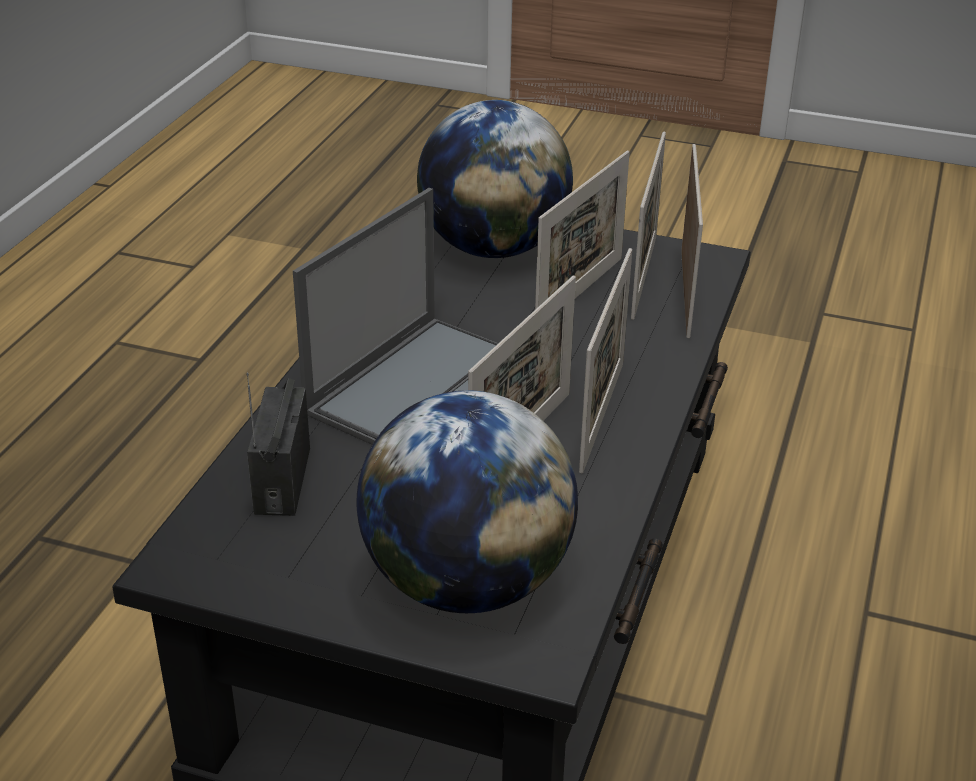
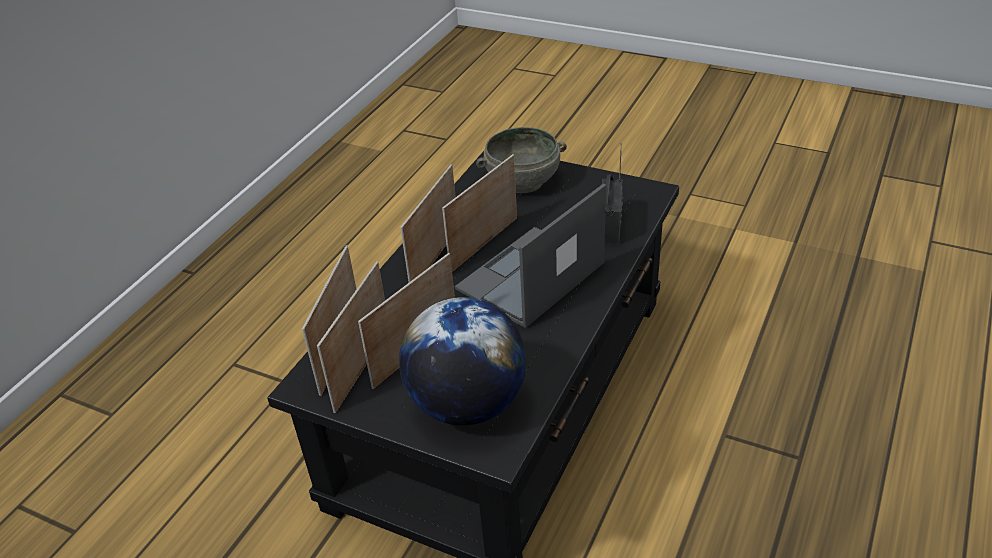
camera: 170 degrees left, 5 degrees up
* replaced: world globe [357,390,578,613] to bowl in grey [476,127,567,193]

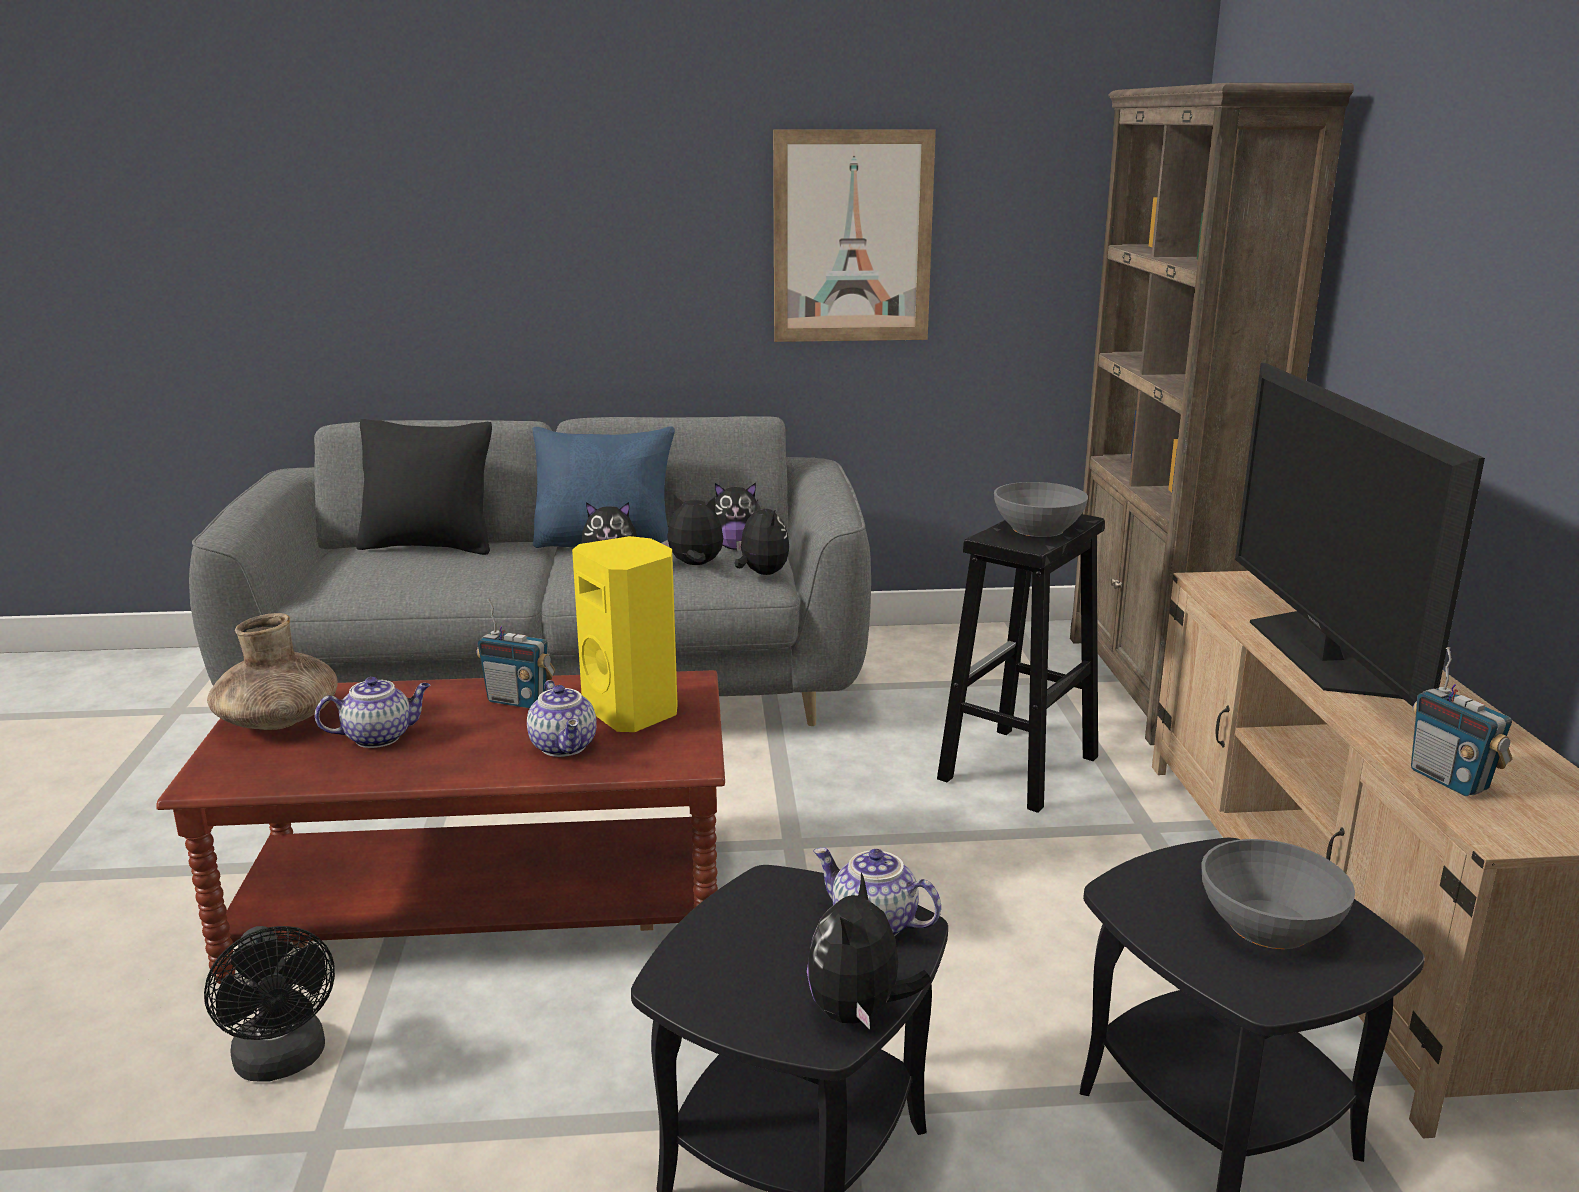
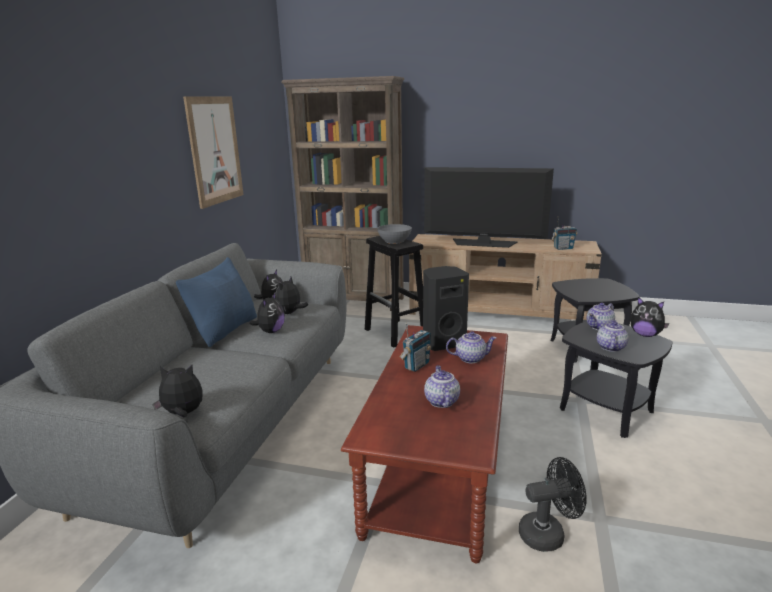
camera: 70 degrees left, 0 degrees up
* removed: vase in brownish [207,613,338,730]
* removed: pillow in blackish [356,419,492,555]
* removed: bowl in grey [1201,839,1355,949]
* added: teapot [597,320,629,352]
* moved: plush toy [735,499,790,575] to [152,365,203,417]
* recoloured: speaker in yellow-coloured [572,536,678,732] to speaker in blackish [423,266,469,351]

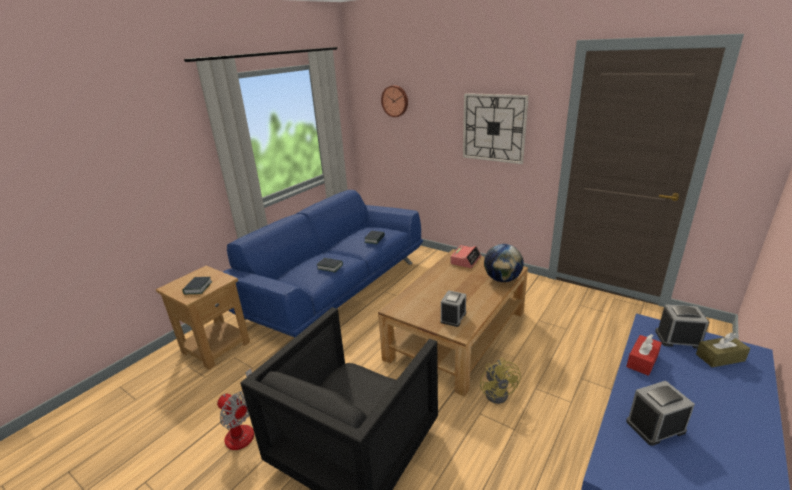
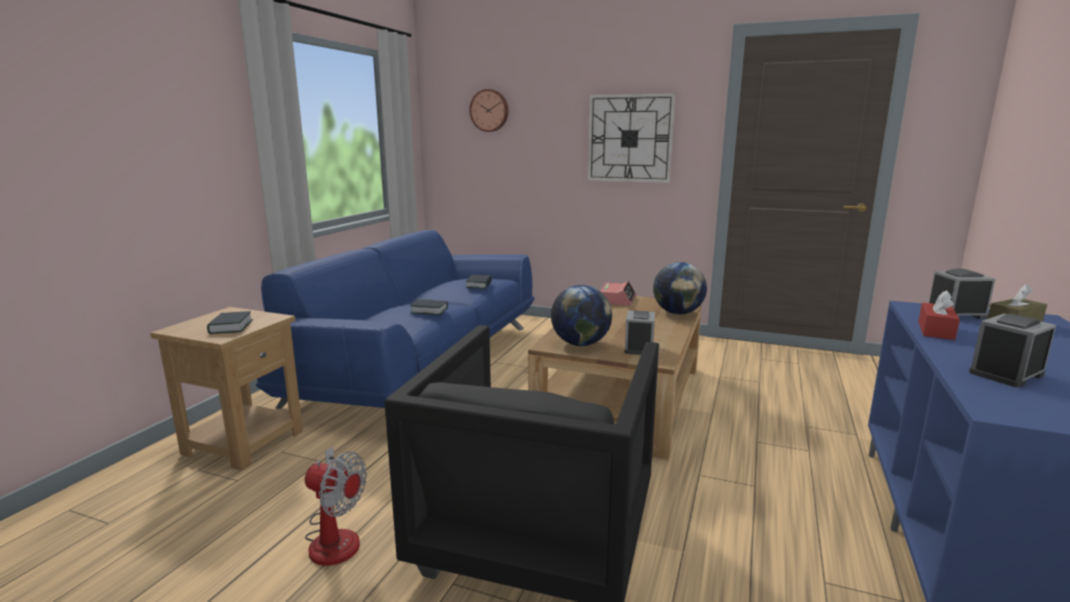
camera: 15 degrees left, 10 degrees down
* removed: electric fan in yellow-coloured [480,358,521,404]
* added: world globe [551,285,612,346]

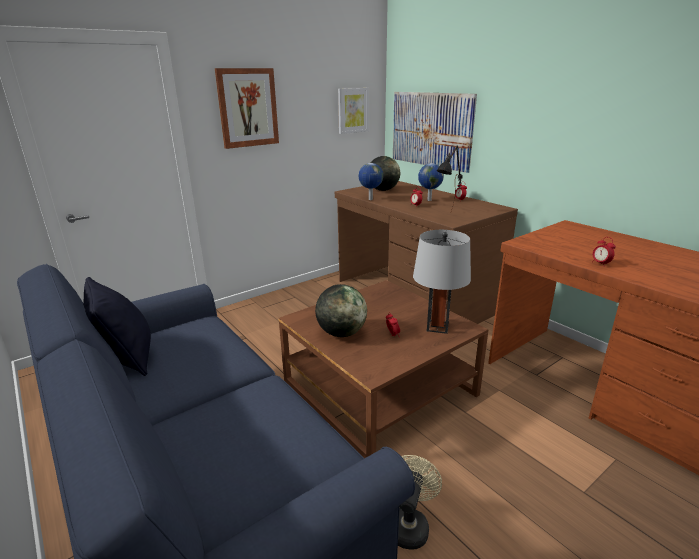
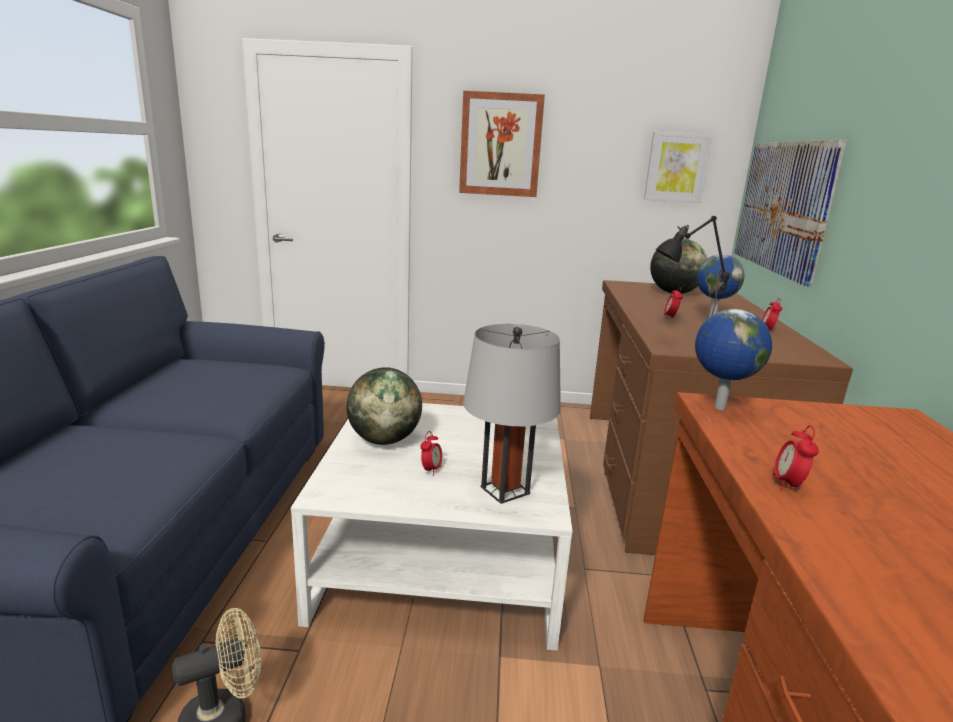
camera: 40 degrees right, 5 degrees down
* removed: pillow in blackish [83,277,151,376]
* moved: world globe [358,163,383,200] to [695,309,772,410]
* recoloured: lounge table in brownish [278,280,488,458] to lounge table in whitish [291,403,573,651]

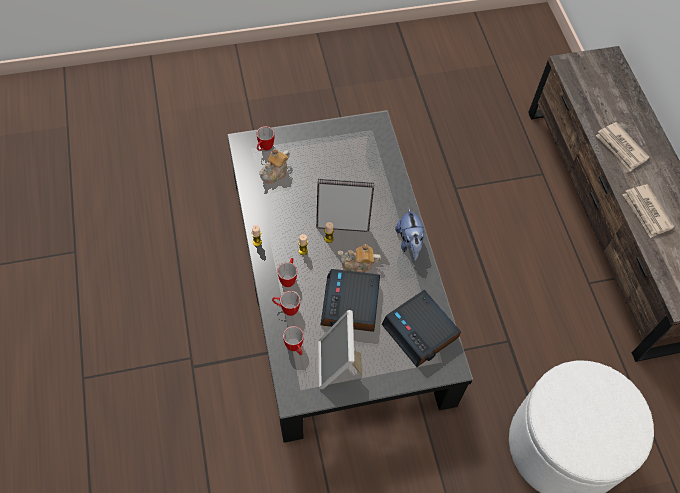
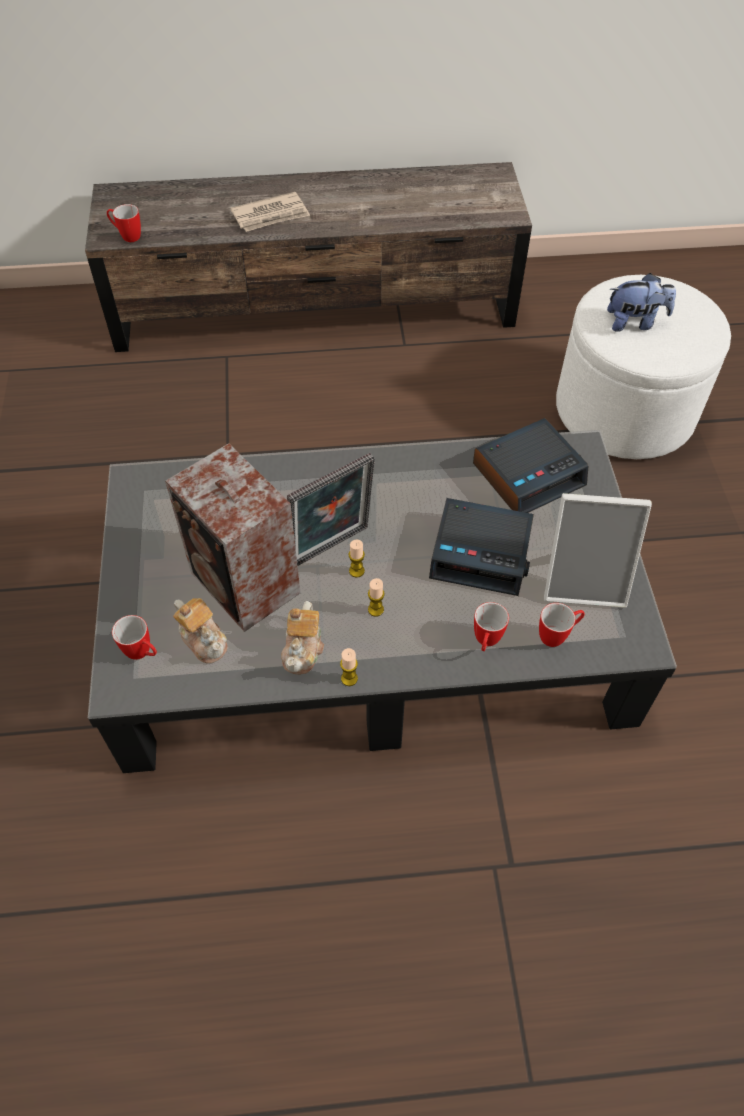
camera: 80 degrees left, 5 degrees down
* removed: newspaper [622,184,674,238]
* added: speaker [165,443,300,632]
* moved: tea mug [277,258,297,287] to [107,204,141,242]
* moved: teapot [338,244,381,273] to [281,601,324,675]
* moved: plush toy [395,207,424,261] to [607,273,676,332]
* turned: standing frame [316,179,374,232] = [287,453,375,566] 135 degrees counterclockwise

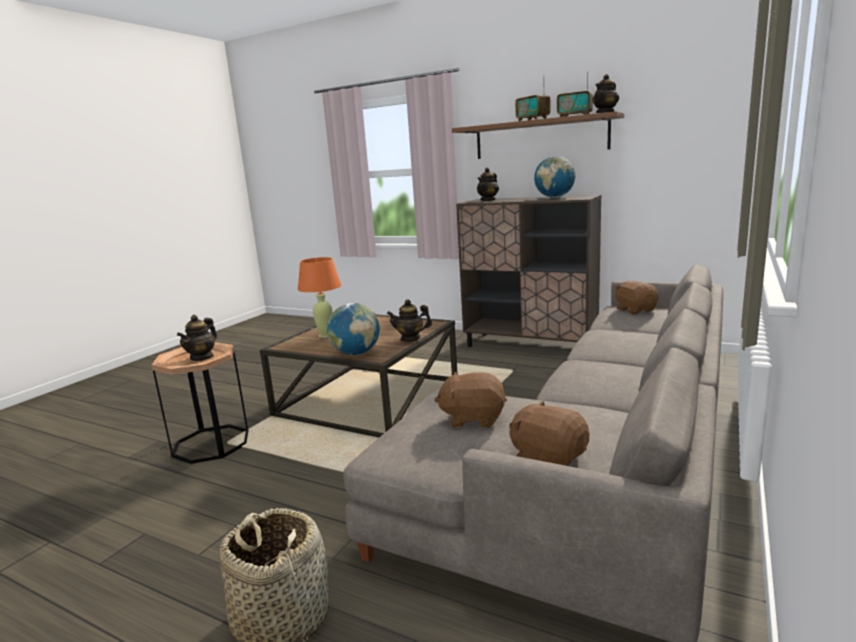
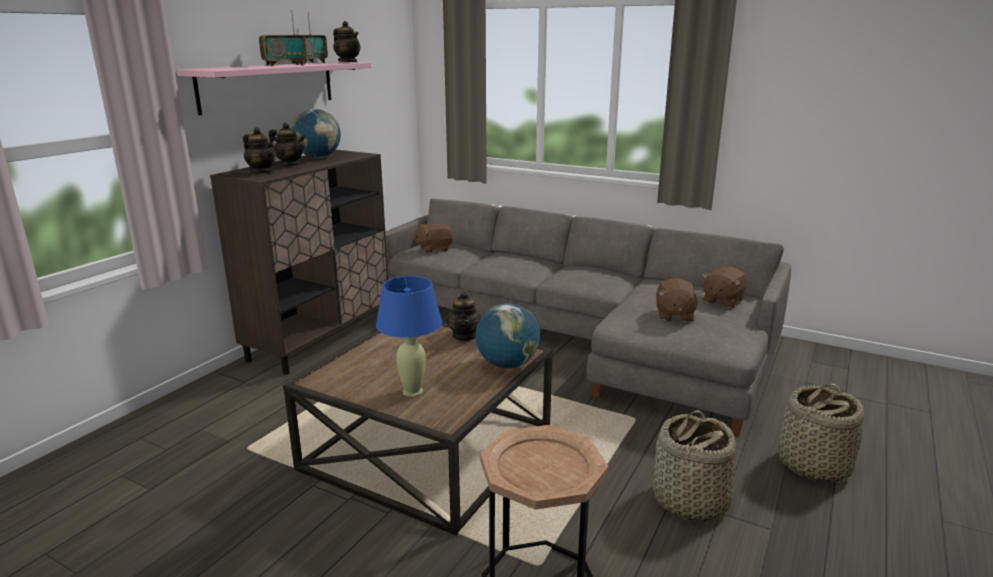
camera: 90 degrees left, 5 degrees up
* added: storage basket [653,410,736,521]
* moved: teapot [177,315,217,361] to [269,123,306,166]
* recoloured: tabletop lamp in orange [298,257,341,338] to tabletop lamp in blue-coloured [376,276,442,397]
* recoloured: shelf in brownish [452,111,624,159] to shelf in pinkish [176,62,371,115]

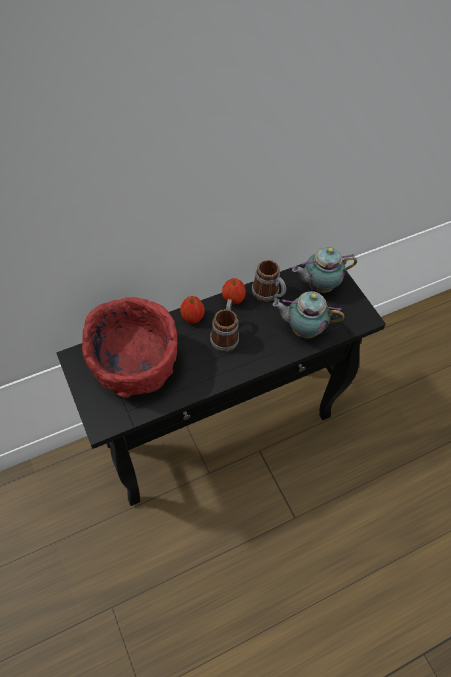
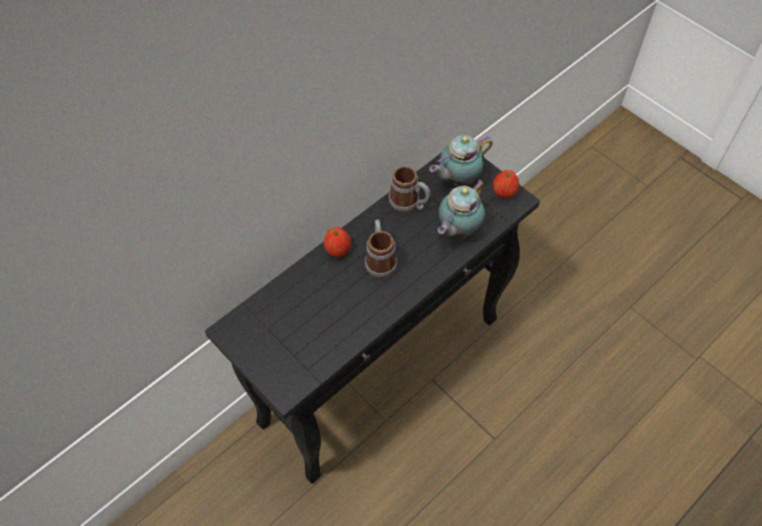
camera: 15 degrees left, 0 degrees up
* removed: bowl in reddish [82,297,177,398]
* moved: apple fruit [222,278,246,304] to [493,170,519,198]
* turned: teapot [273,291,344,339] = [438,179,485,238] 45 degrees counterclockwise

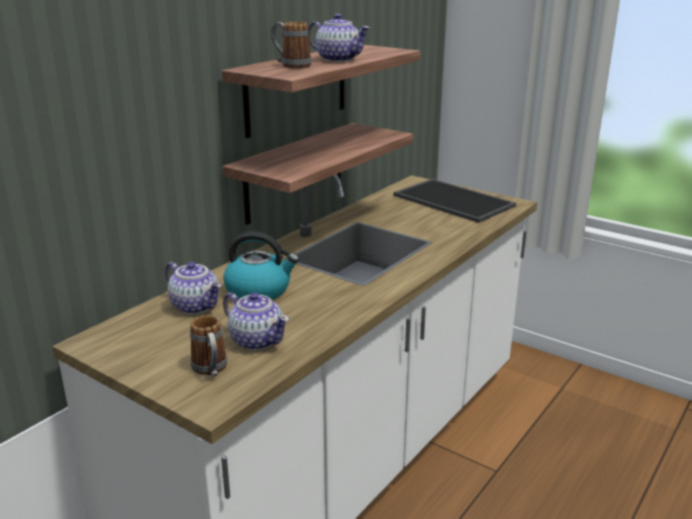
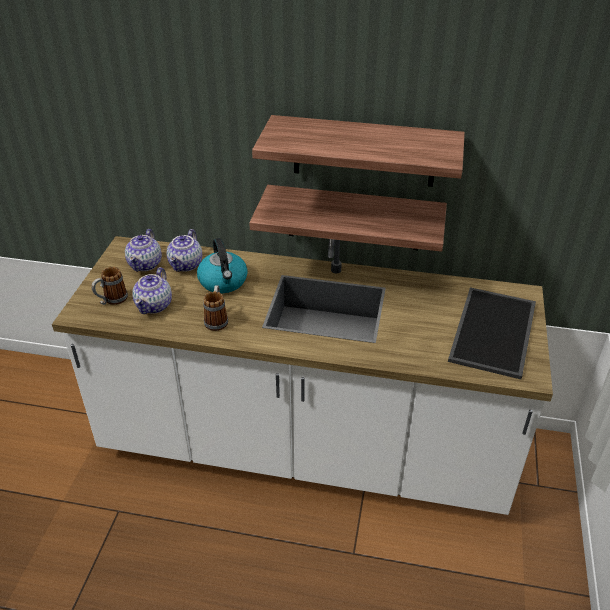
camera: 65 degrees right, 15 degrees up
* moved: tea mug [271,22,311,68] to [203,285,228,331]
* moved: teapot [308,14,370,62] to [125,229,162,272]

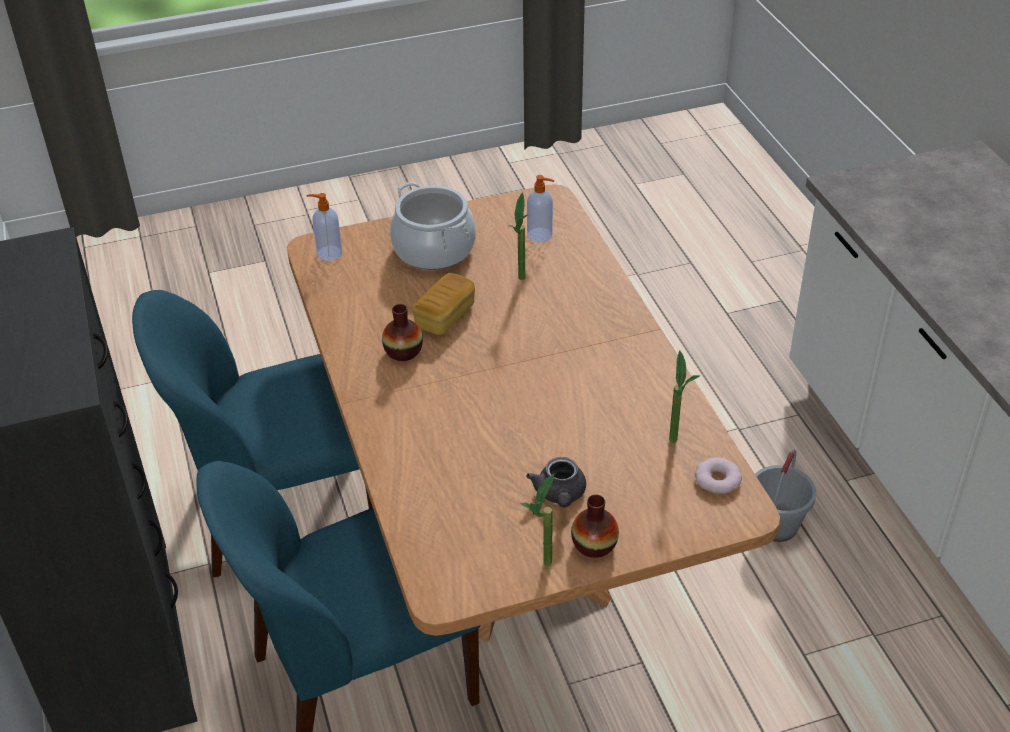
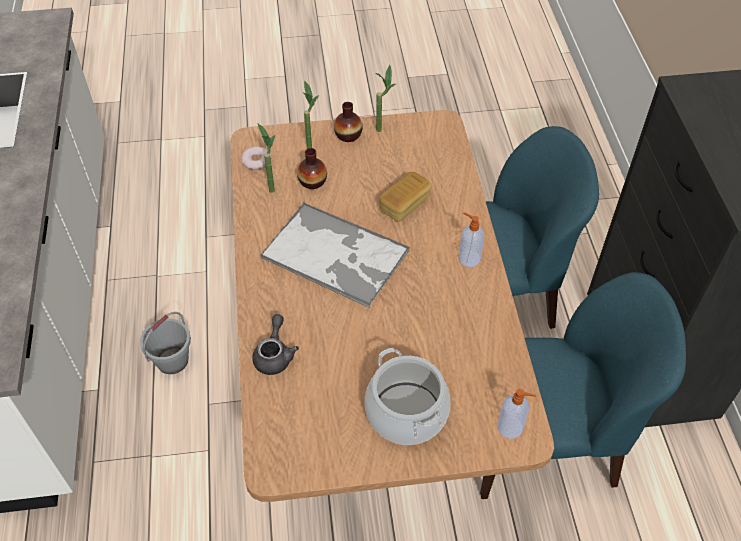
camera: 170 degrees left, 10 degrees up
* added: serving tray [260,202,410,308]
* moved: vase [382,304,423,361] to [297,148,327,189]
* moved: baked bread [412,273,475,335] to [379,172,431,222]
* moved: houseplant [508,192,527,280] to [303,80,319,149]
* moved: teapot in grey [526,457,586,508] to [252,314,299,375]
* moved: soap dispenser [527,175,554,242] to [459,212,484,267]

